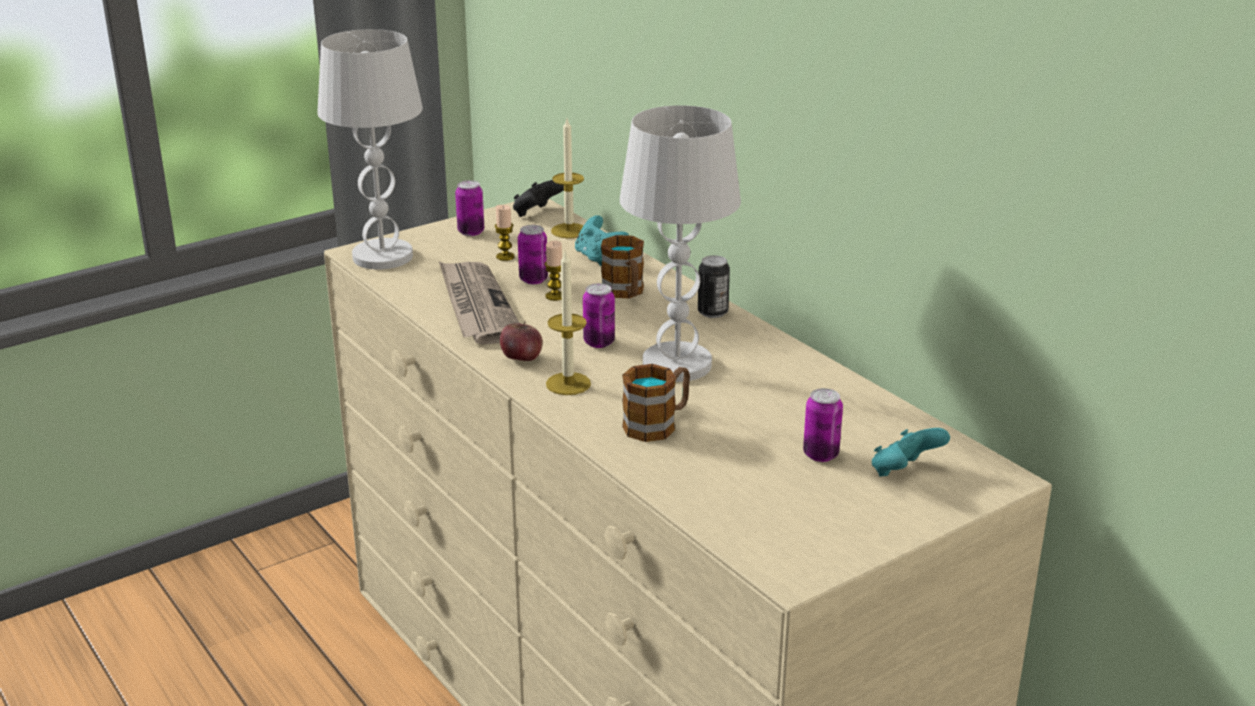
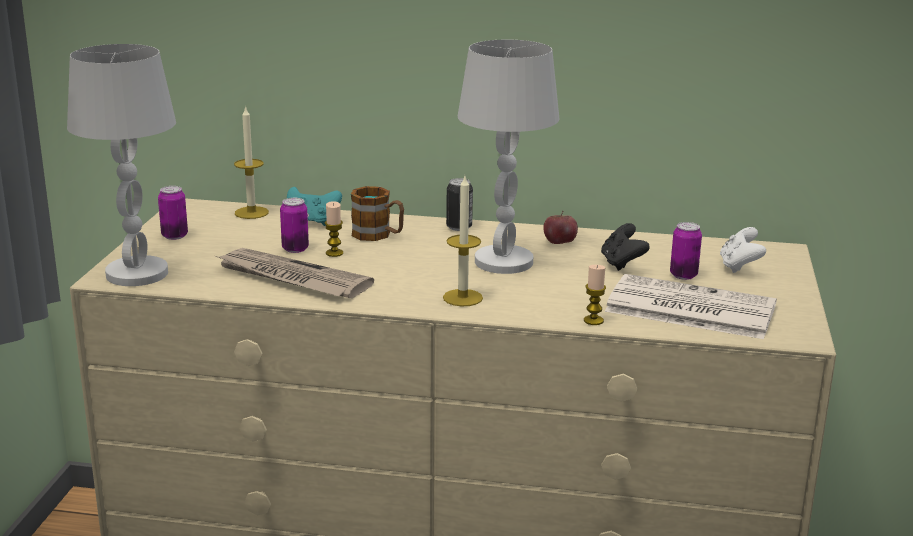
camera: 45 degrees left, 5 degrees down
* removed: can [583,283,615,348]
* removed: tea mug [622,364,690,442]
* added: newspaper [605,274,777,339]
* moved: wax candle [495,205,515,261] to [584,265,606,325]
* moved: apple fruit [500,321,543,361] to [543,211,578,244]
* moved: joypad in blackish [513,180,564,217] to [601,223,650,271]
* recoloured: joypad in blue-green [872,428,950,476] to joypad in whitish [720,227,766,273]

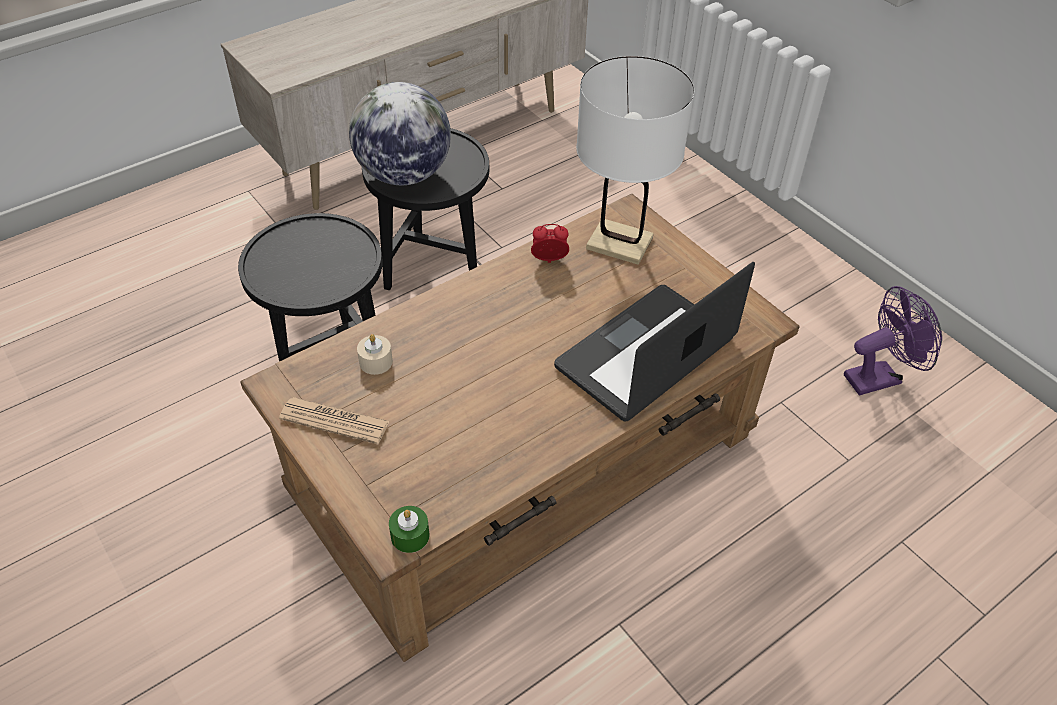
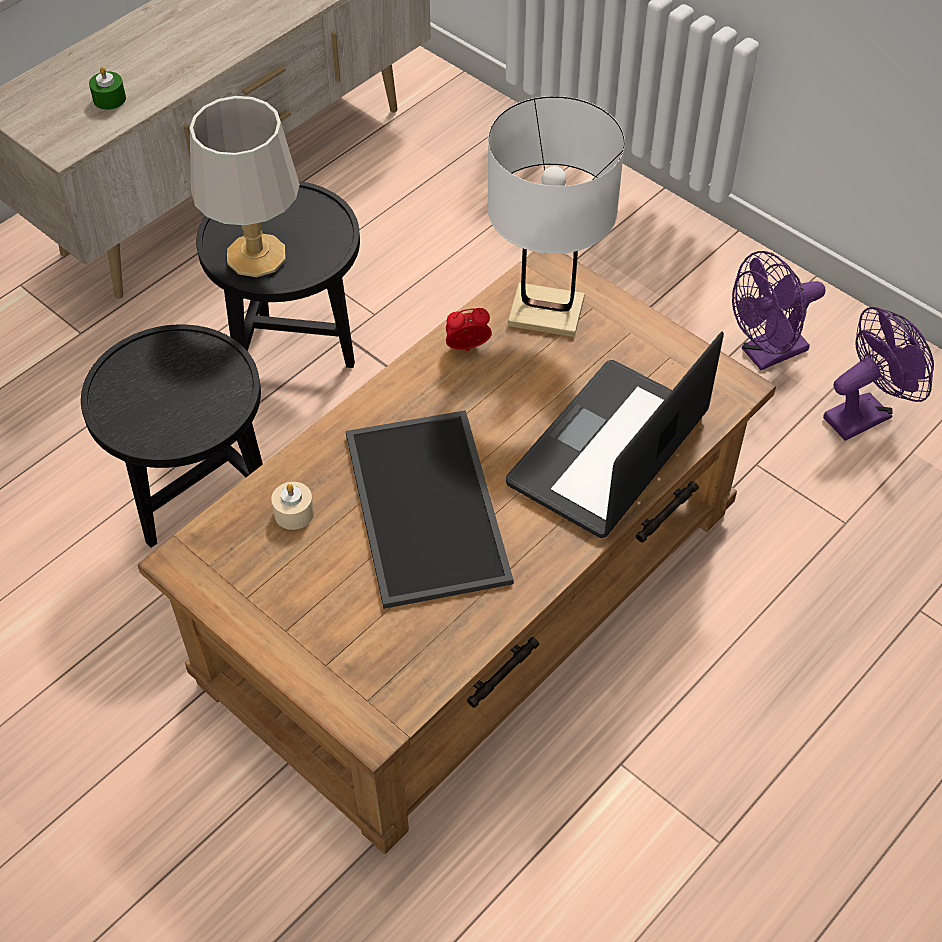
camera: 10 degrees left, 5 degrees up
* removed: newspaper [279,397,390,444]
* added: serving tray [346,410,514,609]
* added: electric fan in purple [732,251,826,370]
* moved: wax candle in green-coloured [389,506,429,553] to [89,67,126,110]
* replaced: world globe [349,82,451,185] to tabletop lamp in grey [190,96,300,277]

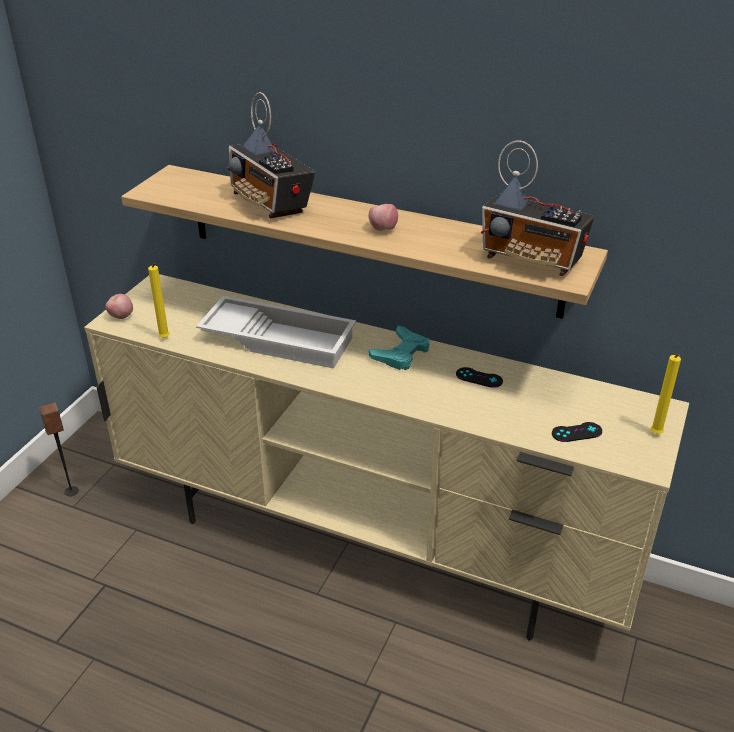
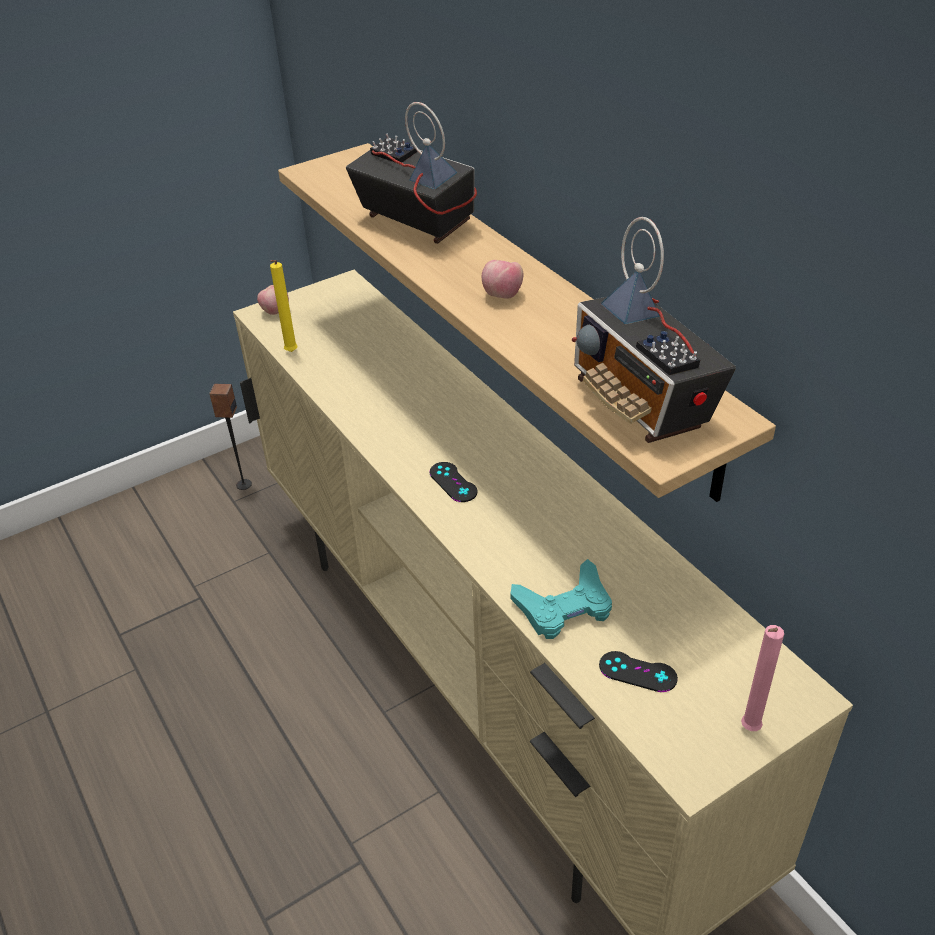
camera: 35 degrees right, 5 degrees up
* removed: serving tray in whitish [196,296,356,369]
* moved: joypad in blue-green [369,325,430,370] to [510,559,612,639]
* moved: joypad in blackish [456,367,503,388] to [430,462,478,502]
* recoloured: wax candle in yellow-coloured [650,354,681,434] to wax candle in pinkish [741,625,784,731]
* turned: radio receiver [227,92,315,218] = [346,102,477,244] 135 degrees clockwise

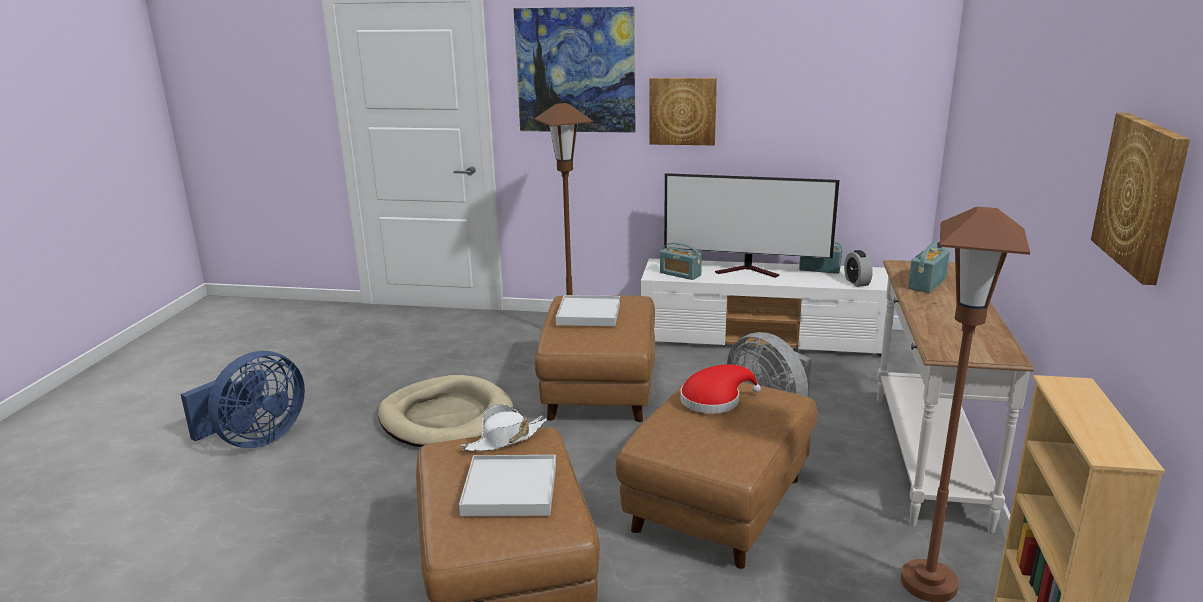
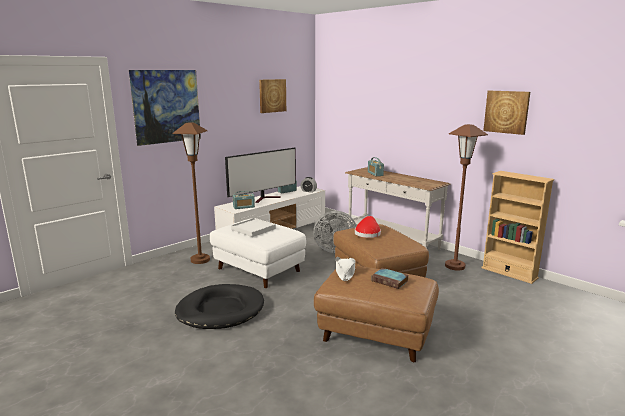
camera: 55 degrees left, 5 degrees down
* removed: electric fan in blue-coloured [181,351,305,448]
* moved: wall picture [650,78,717,145] to [259,79,286,113]
* replaced: serving tray in whitish [459,455,556,516] to volume [371,268,409,289]
* recoloured: dog bed in beige-coloured [378,375,513,447] to dog bed in blackish [175,284,264,329]
* recoloured: footrest in brownish [535,296,655,422] to footrest in whitish [210,219,306,288]

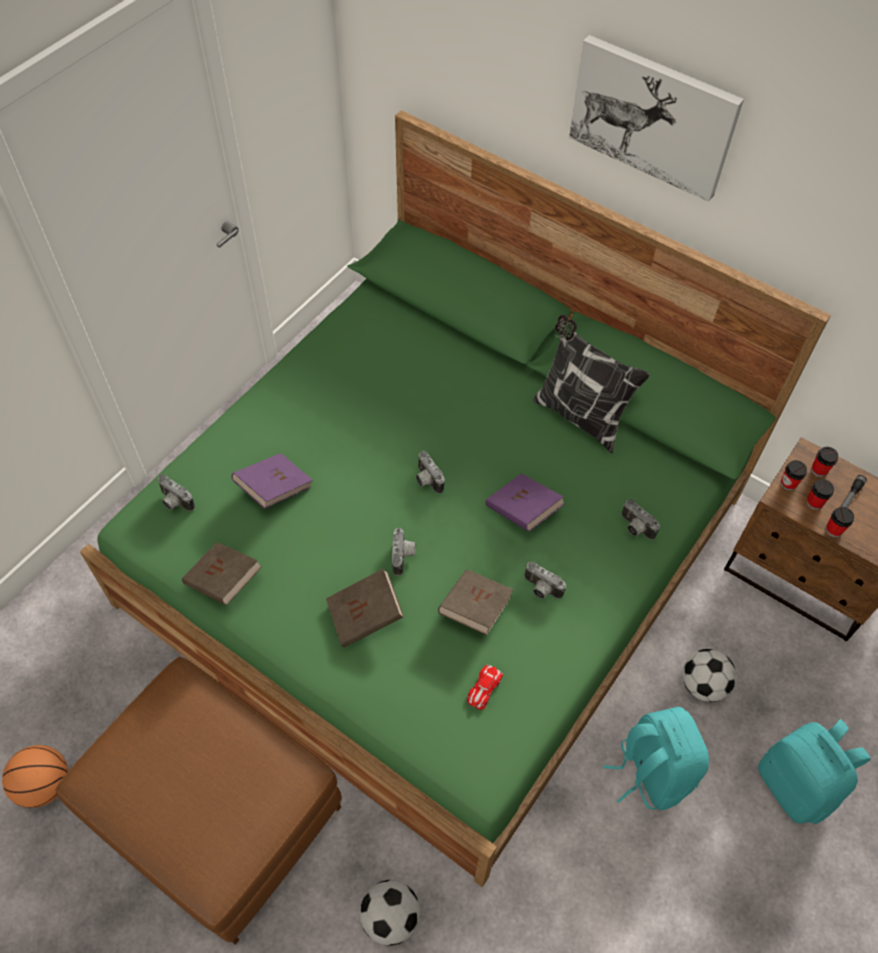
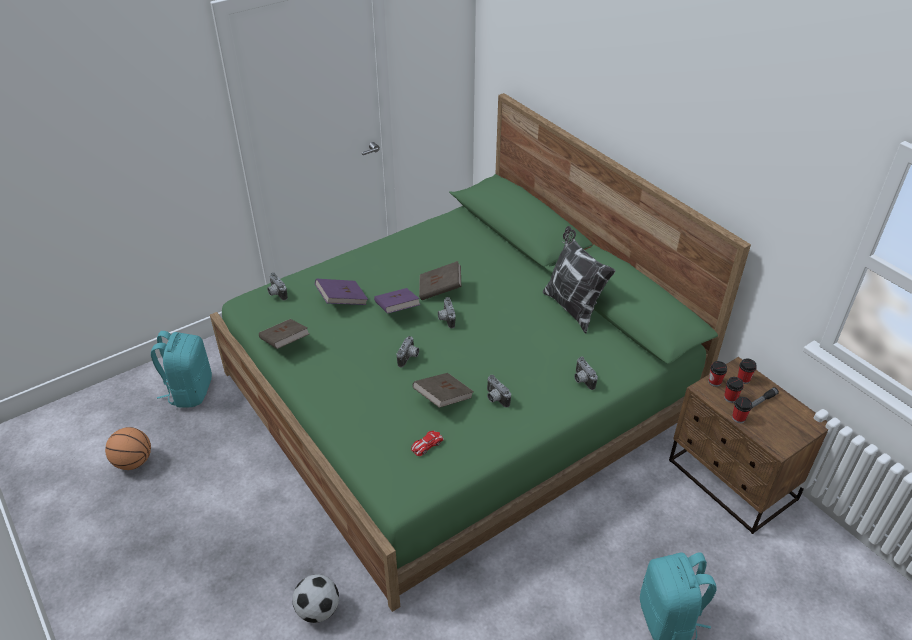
camera: 20 degrees right, 15 degrees down
* removed: footrest in brownish [55,657,342,945]
* removed: wall picture [569,35,744,202]
* removed: football ball [682,649,737,702]
* moved: volume in brownish [326,569,404,647] to [419,261,461,300]
* moved: volume in purple [486,473,565,532] to [374,288,420,314]
* moved: rucksack in blue-green [603,707,709,810] to [151,331,212,408]

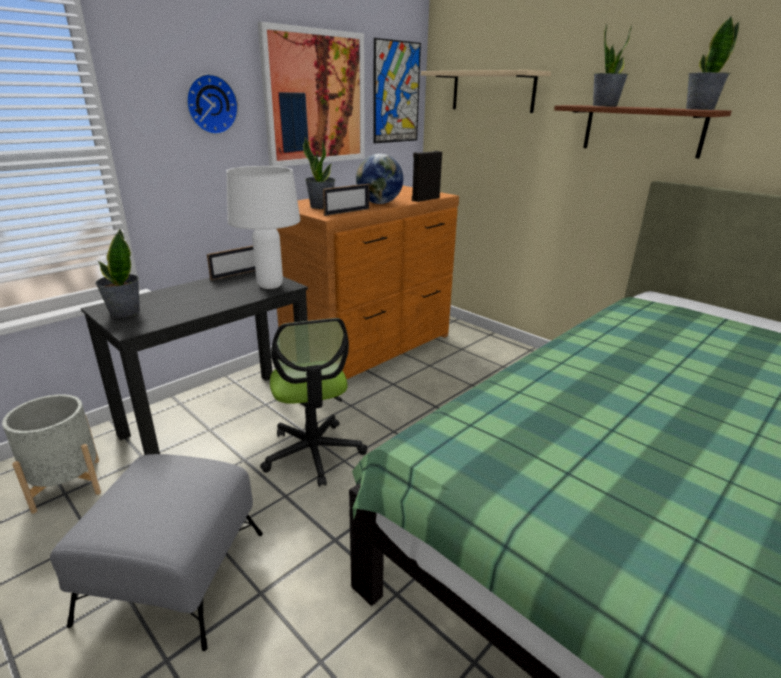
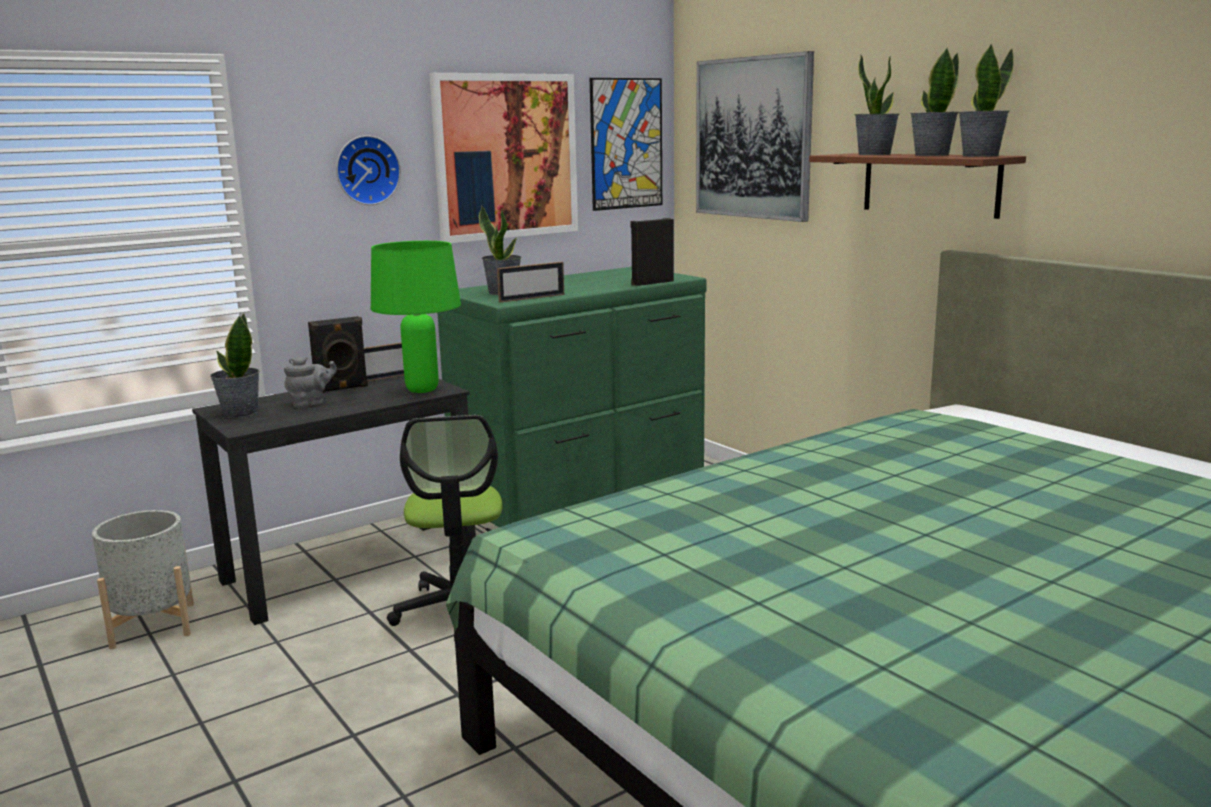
camera: 10 degrees right, 10 degrees down
* removed: footrest in grey [50,454,263,651]
* removed: world globe [356,154,403,204]
* added: teapot in grey [284,356,337,407]
* added: speaker in blackish [308,316,368,393]
* added: houseplant [911,48,959,156]
* replaced: shelf in beige-coloured [421,70,551,113] to wall picture [696,51,814,222]
* recoloured: tabletop lamp in whitish [227,166,300,289] to tabletop lamp in green-coloured [371,241,461,393]
* recoloured: dresser in brownish [277,186,459,379] to dresser in green-coloured [438,267,706,527]

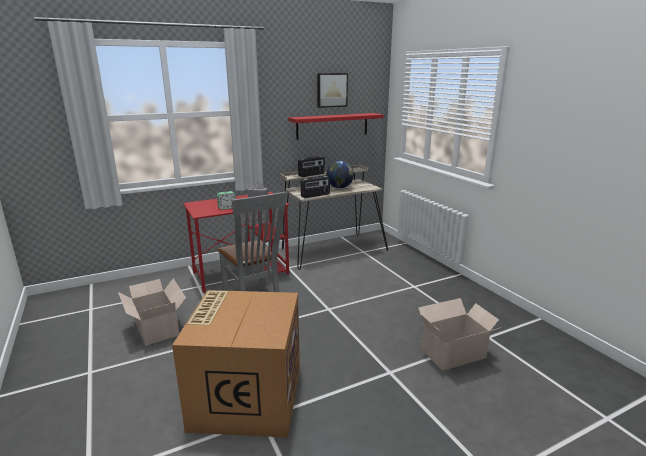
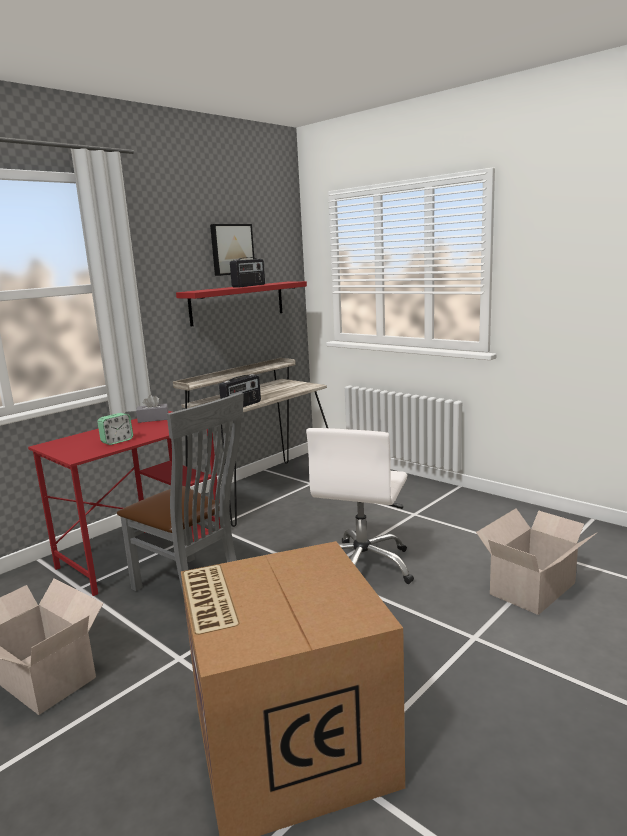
camera: 20 degrees left, 5 degrees down
* removed: world globe [326,161,354,188]
* added: computer chair in whitish [306,428,414,584]
* moved: radio receiver [298,156,325,177] to [230,257,265,288]

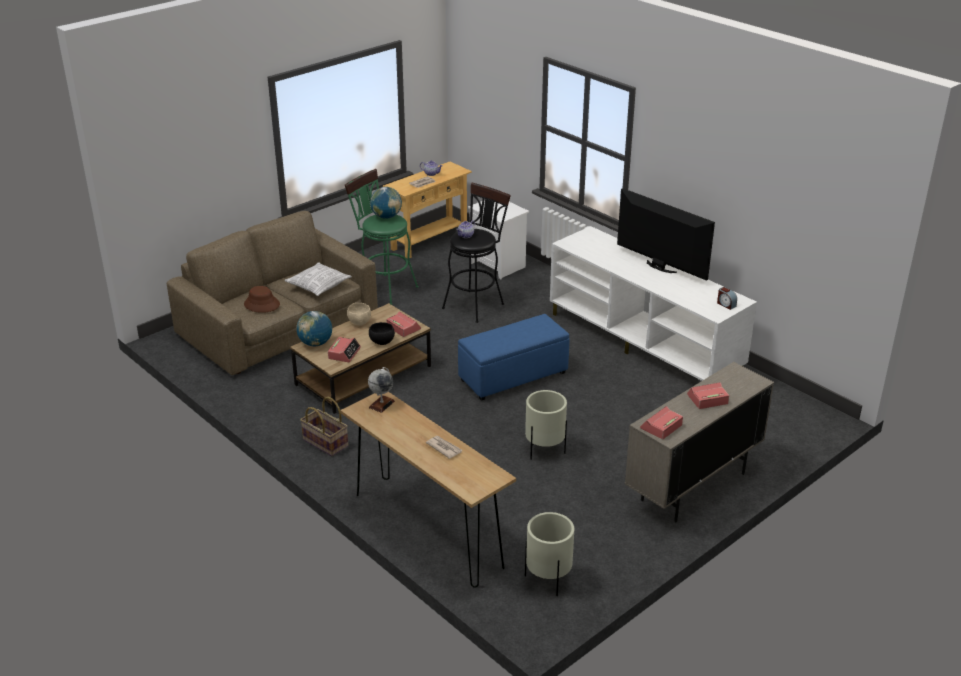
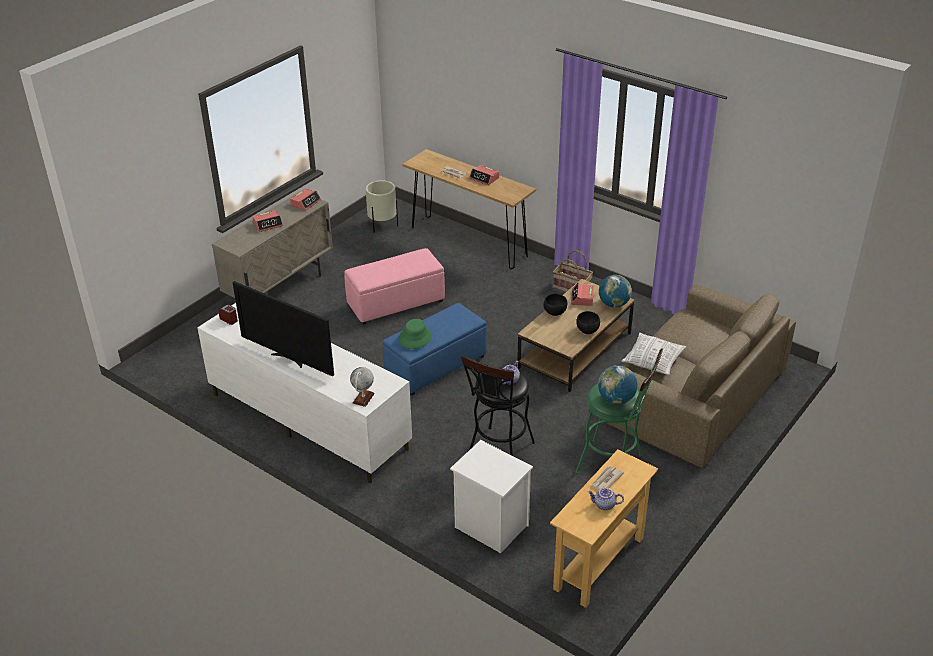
camera: 170 degrees right, 5 degrees up
* removed: wearable hat in brownish [244,286,280,313]
* added: wearable hat in green-coloured [399,319,432,349]
* moved: world globe [368,367,395,413] to [350,367,375,407]
* moved: bedside clock [386,312,421,337] to [469,165,499,185]
* replaced: flower pot in beige-coloured [525,390,567,460] to footrest in pinkish [344,248,445,325]
* recoloured: bowl in beige-coloured [347,303,371,325] to bowl in blackish [576,311,600,334]

